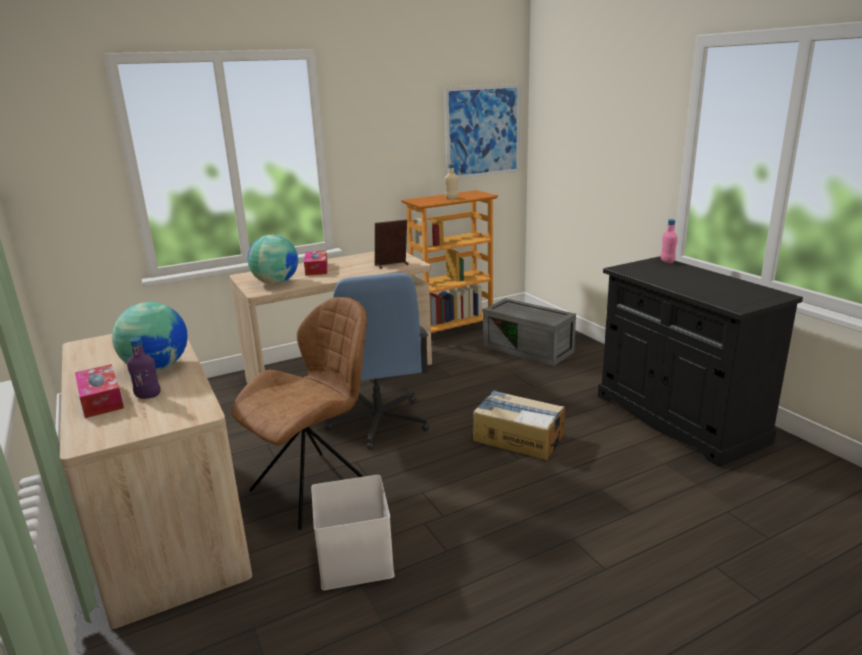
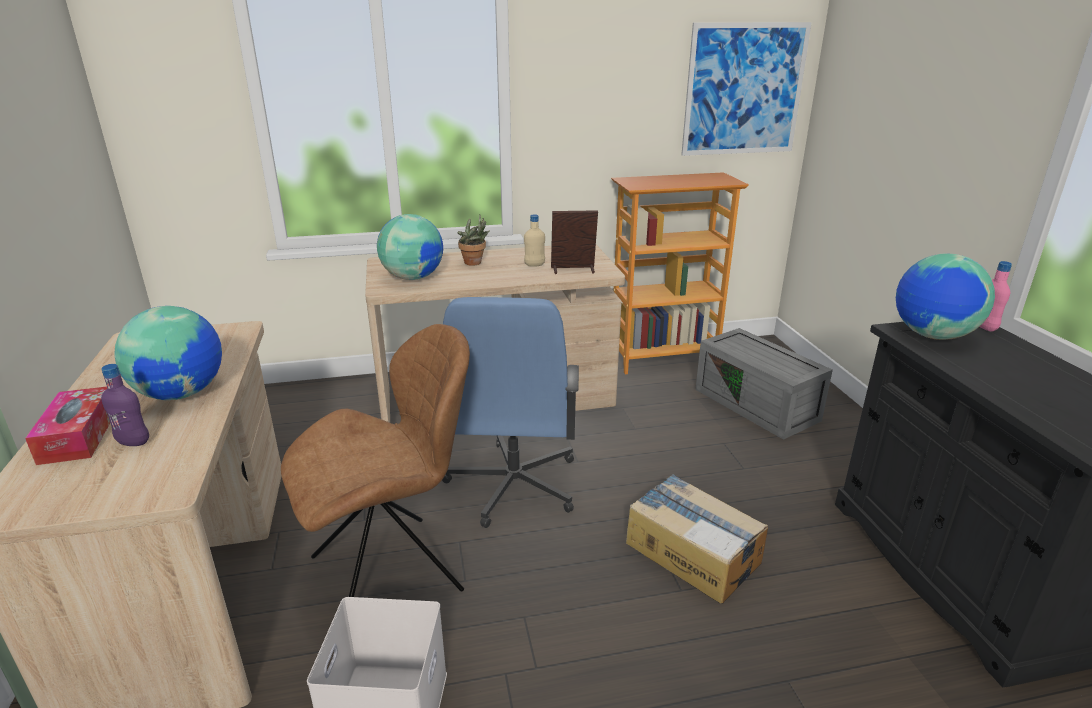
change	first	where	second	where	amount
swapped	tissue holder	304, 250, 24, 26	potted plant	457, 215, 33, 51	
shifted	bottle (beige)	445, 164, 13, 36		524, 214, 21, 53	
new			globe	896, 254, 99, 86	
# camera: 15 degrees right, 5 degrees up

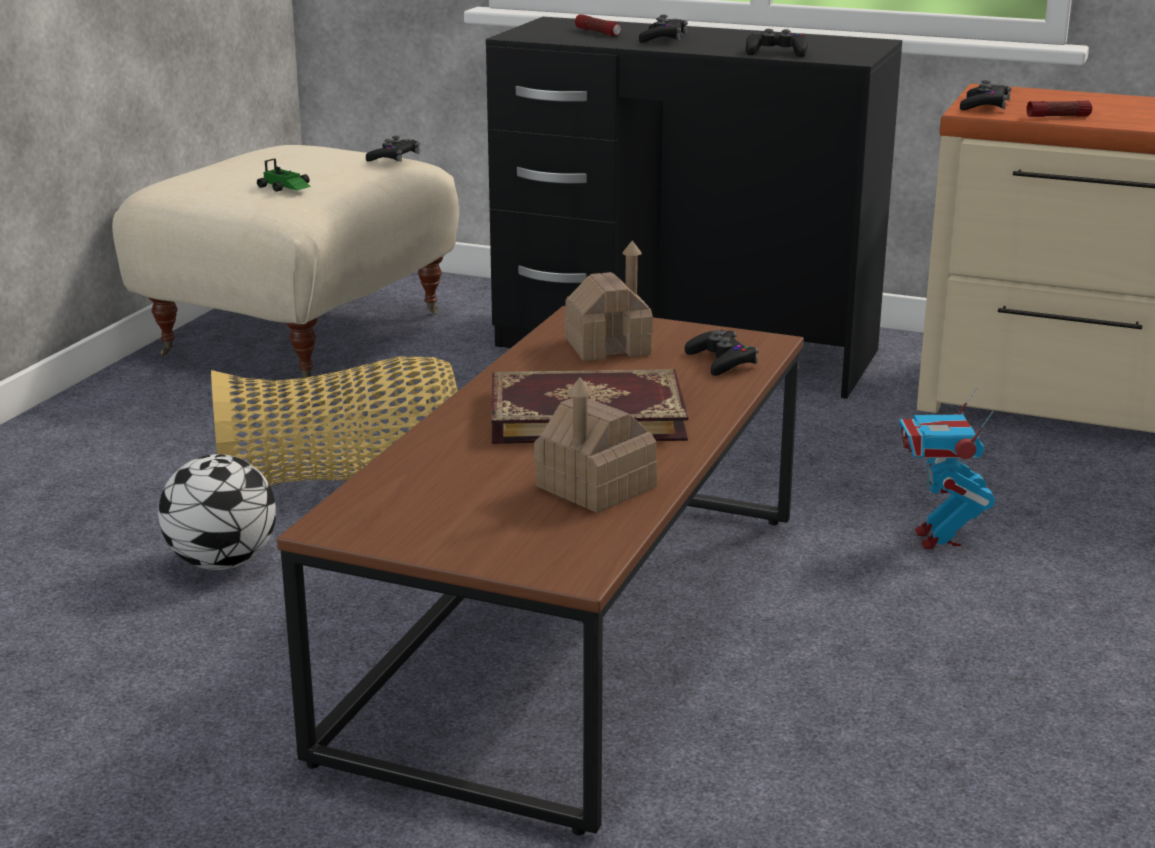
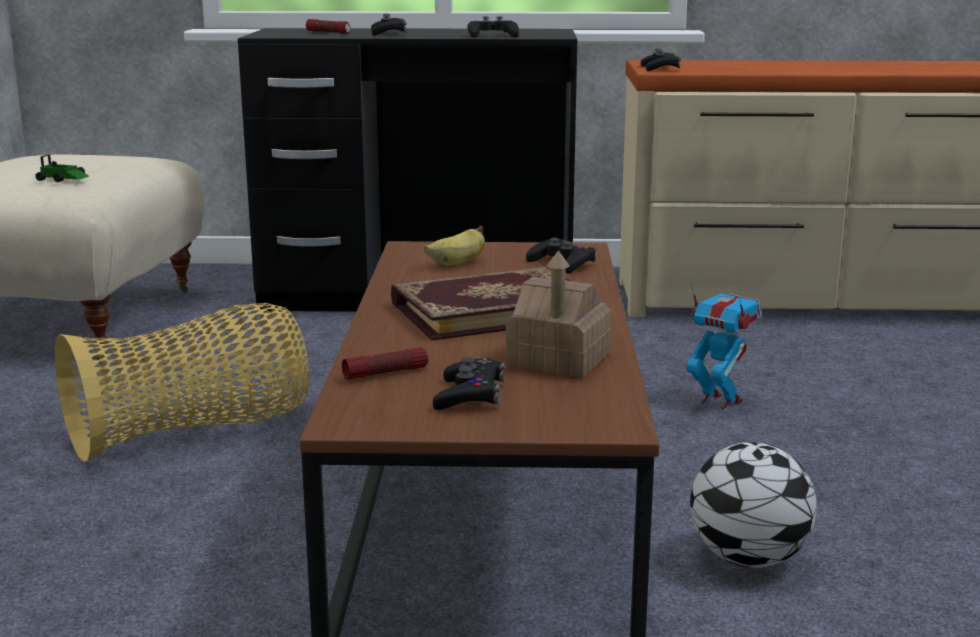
change	first	where	second	where	amount
shifted	torch	1026, 101, 66, 16		342, 347, 86, 33	
swapped	miniature house	565, 241, 88, 120	banana	424, 226, 61, 40	
shifted	joypad (blackish)	366, 136, 54, 26		433, 357, 72, 53	
rotated	robot figure	899, 387, 96, 162		686, 283, 76, 126	150 degrees clockwise
shifted	ball for football	158, 454, 118, 116		690, 442, 127, 126	
# camera: 20 degrees left, 5 degrees down

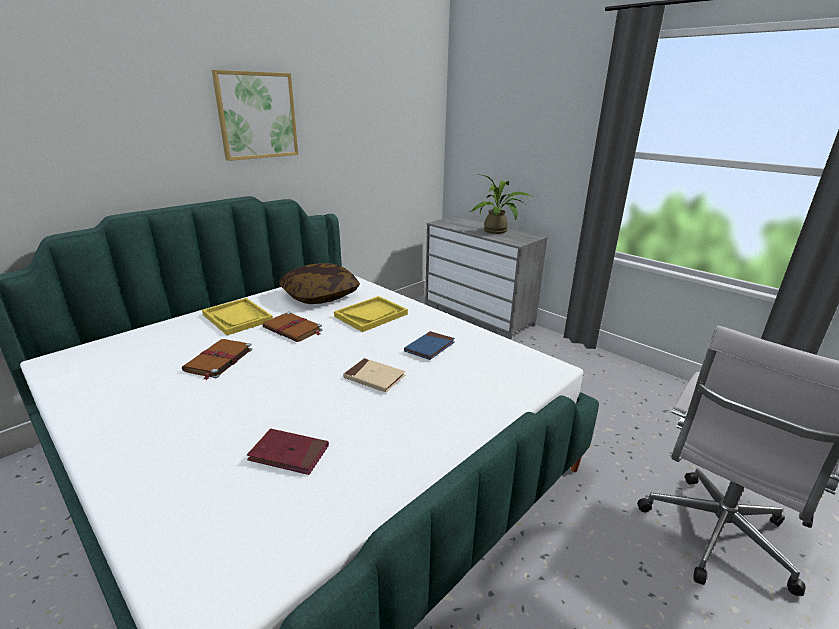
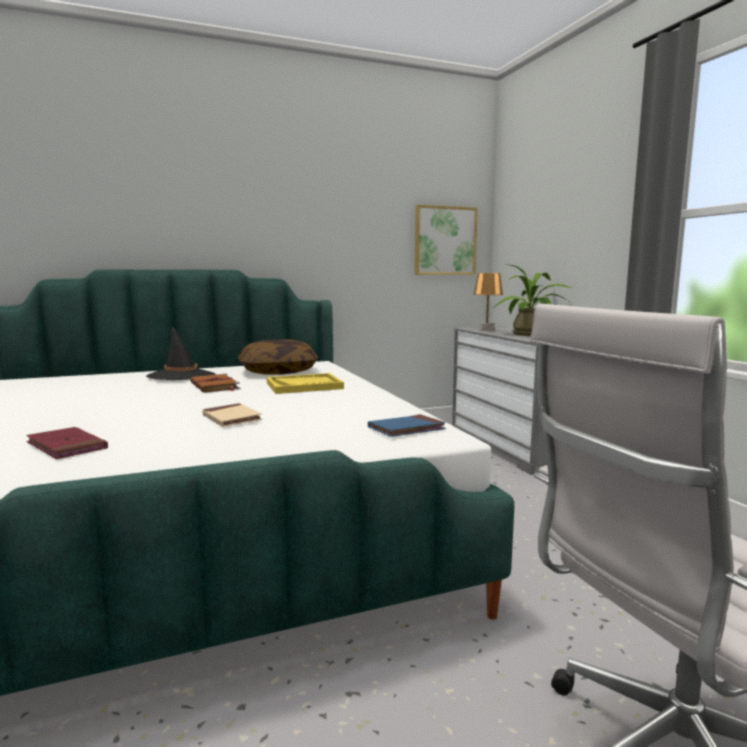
change	first	where	second	where	amount
swapped	carrying tray (yellowish)	202, 298, 71, 37	hat (blackish)	146, 327, 69, 53	
shifted	bound book (blue-coloured)	404, 331, 51, 29		368, 414, 78, 23	
shifted	wall art	212, 70, 86, 91		415, 205, 63, 70	
new			tabletop lamp (brownish)	473, 273, 30, 58	
gone	bound book (brownish)	182, 339, 70, 41			
# camera: 25 degrees right, 15 degrees down

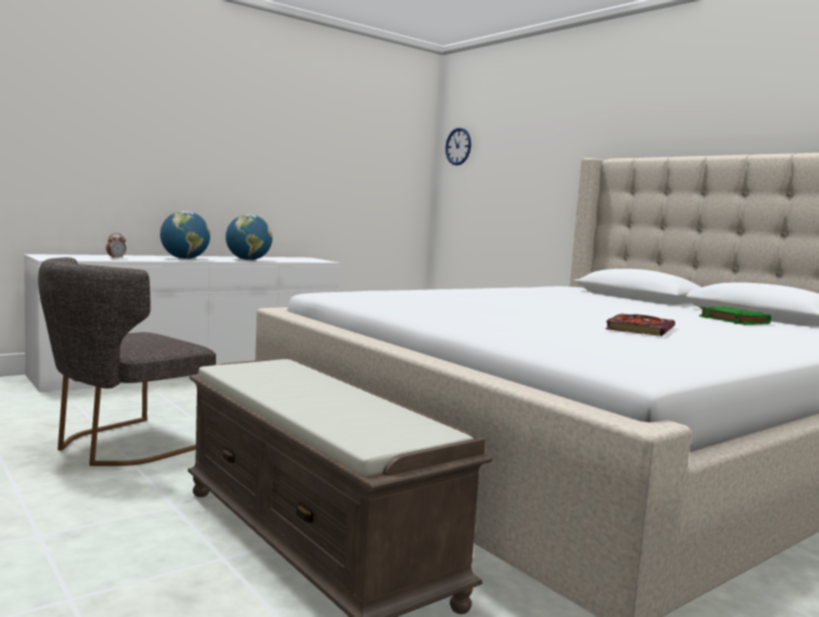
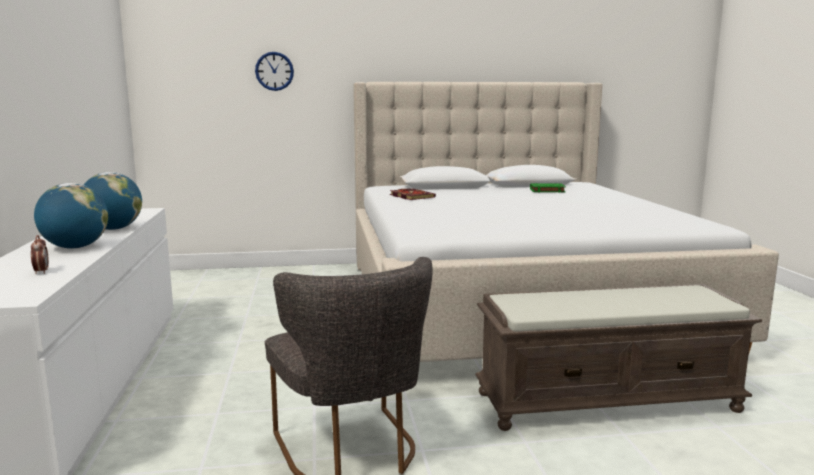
change	first	where	second	where	amount
shifted	wall clock	445, 128, 26, 37		255, 52, 39, 39	
shifted	bound book	605, 314, 70, 22		389, 189, 47, 11	
# camera: 60 degrees left, 5 degrees up

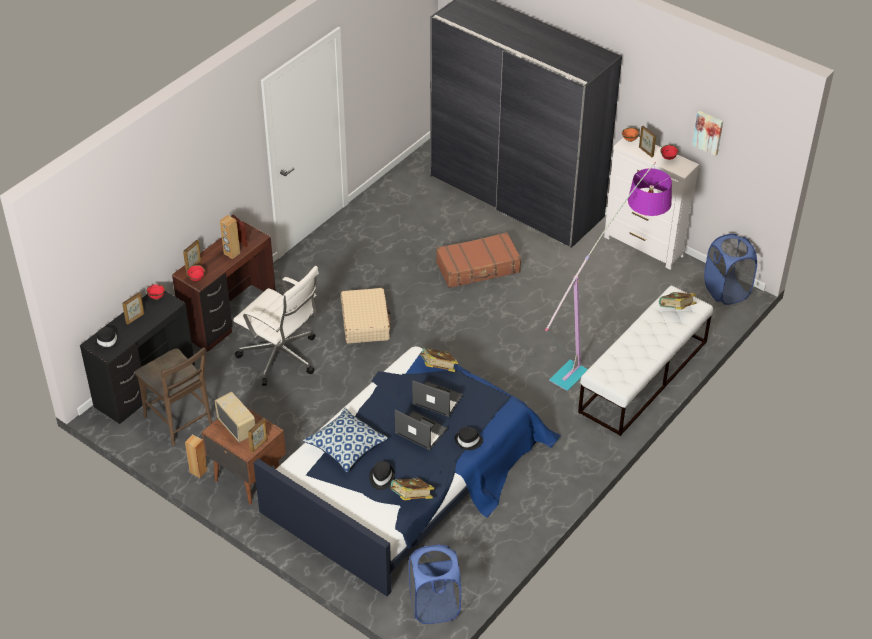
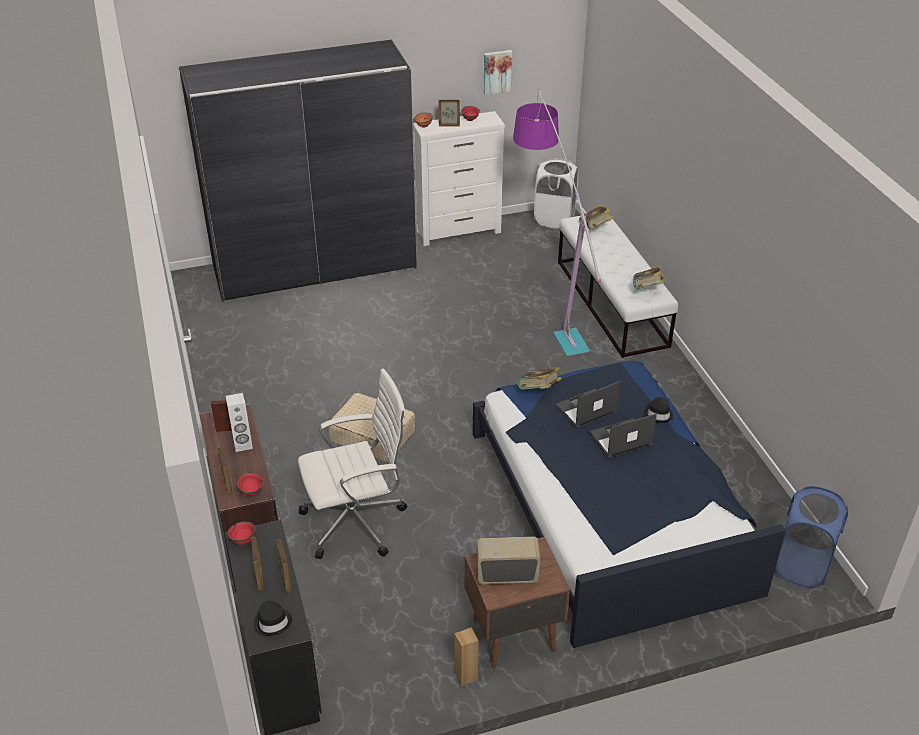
change	first	where	second	where	amount
repainted	audio speaker (brownish)	220, 215, 20, 44	audio speaker (white)	226, 393, 27, 59	
shifted	photo frame	248, 418, 20, 35		277, 540, 15, 53	
repainted	washing basket (blue-coloured)	704, 234, 53, 71	washing basket (white)	534, 158, 45, 71	
shifted	bound book	389, 478, 45, 22		633, 265, 31, 25	
gone	plain chair (brownish)	135, 348, 77, 98			
gone	pillow	303, 408, 85, 64			
gone	hat (blackish)	369, 461, 26, 29			
gone	piece of luggage (brownish)	436, 232, 85, 56			
# camera: 55 degrees left, 5 degrees down

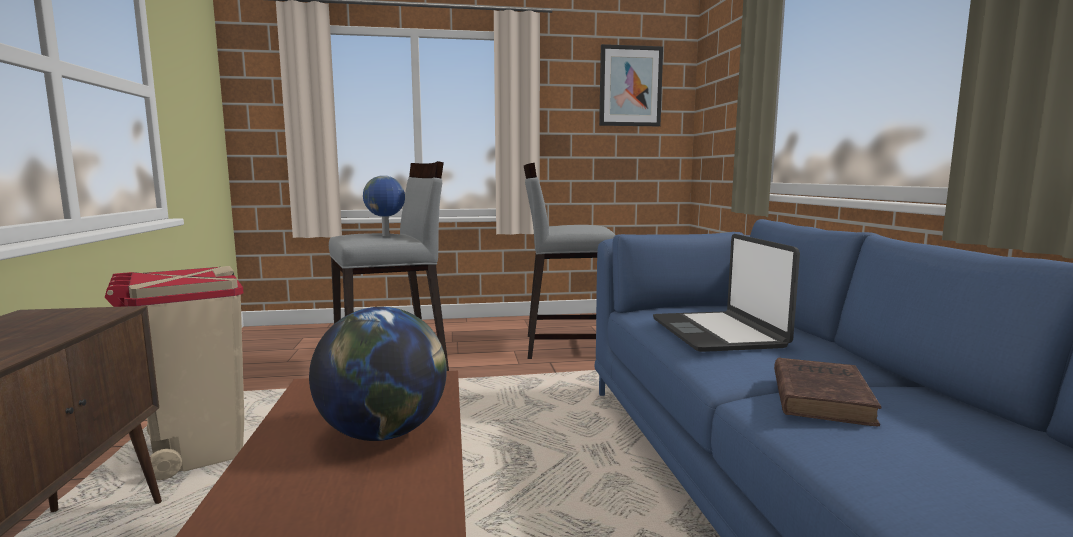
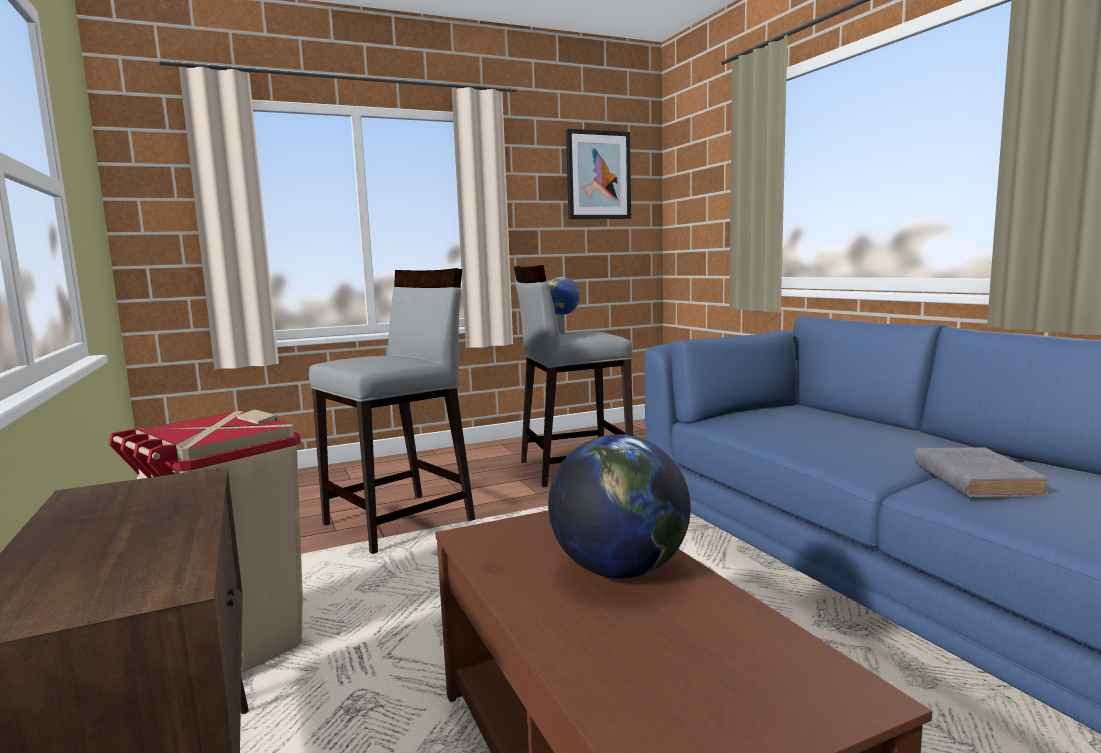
change	first	where	second	where	amount
shifted	globe	363, 175, 42, 61		548, 277, 32, 56	
repainted	bound book (brownish)	774, 358, 108, 68	bound book (grey)	914, 447, 137, 50	
gone	laptop	653, 234, 147, 118			
# camera: 15 degrees left, 0 degrees up

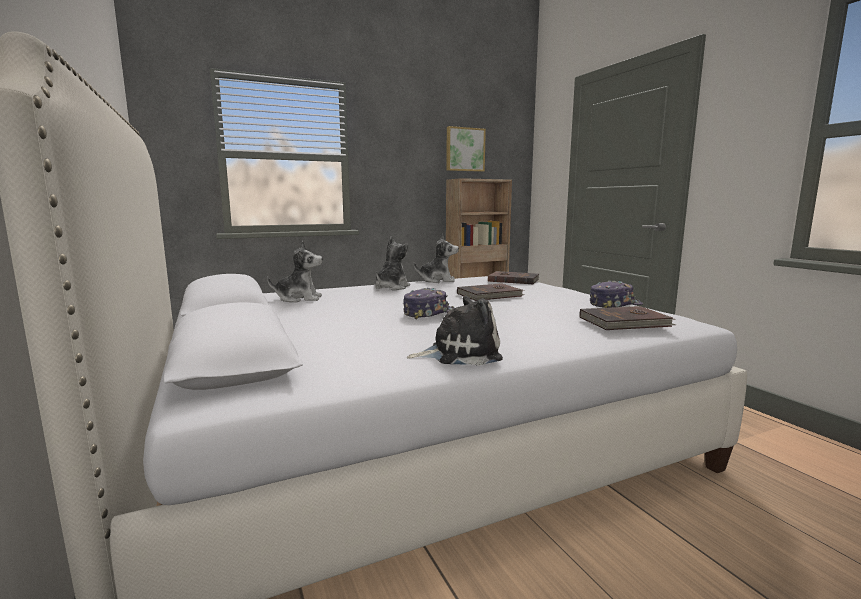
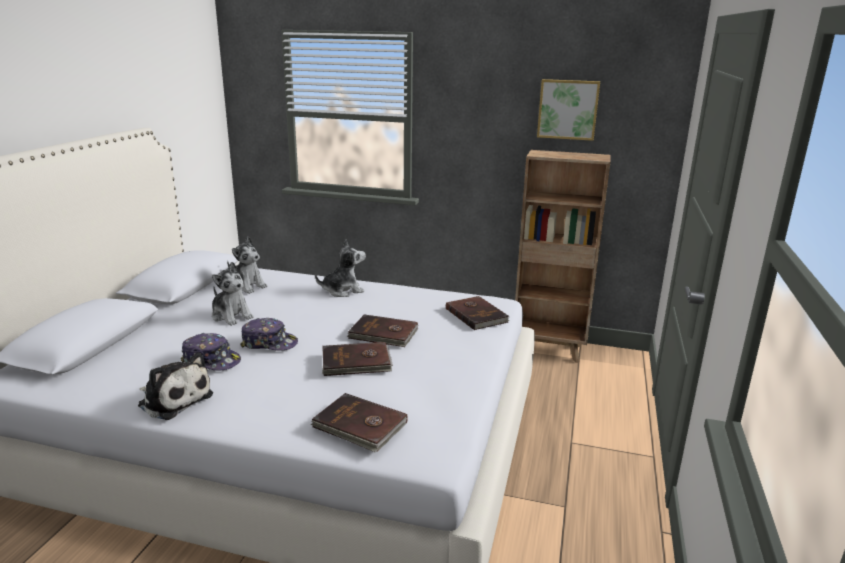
change	first	where	second	where	amount
shifted	cap	590, 281, 53, 27		180, 333, 61, 37	
shifted	cuddly toy	414, 234, 45, 49		212, 262, 42, 64	
new			bound book (brownish)	322, 342, 71, 34	
# camera: 40 degrees right, 10 degrees up

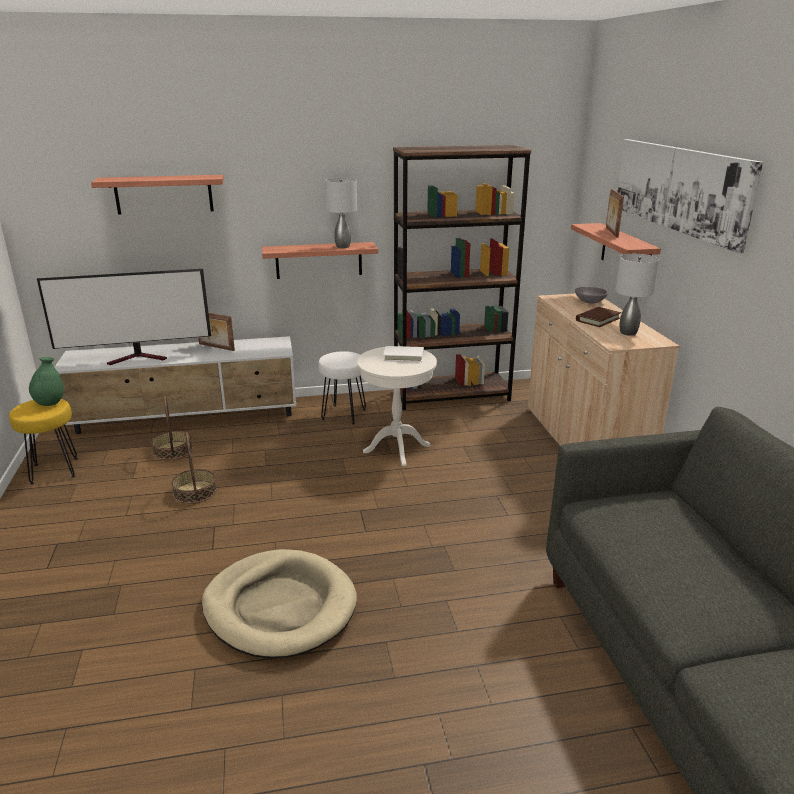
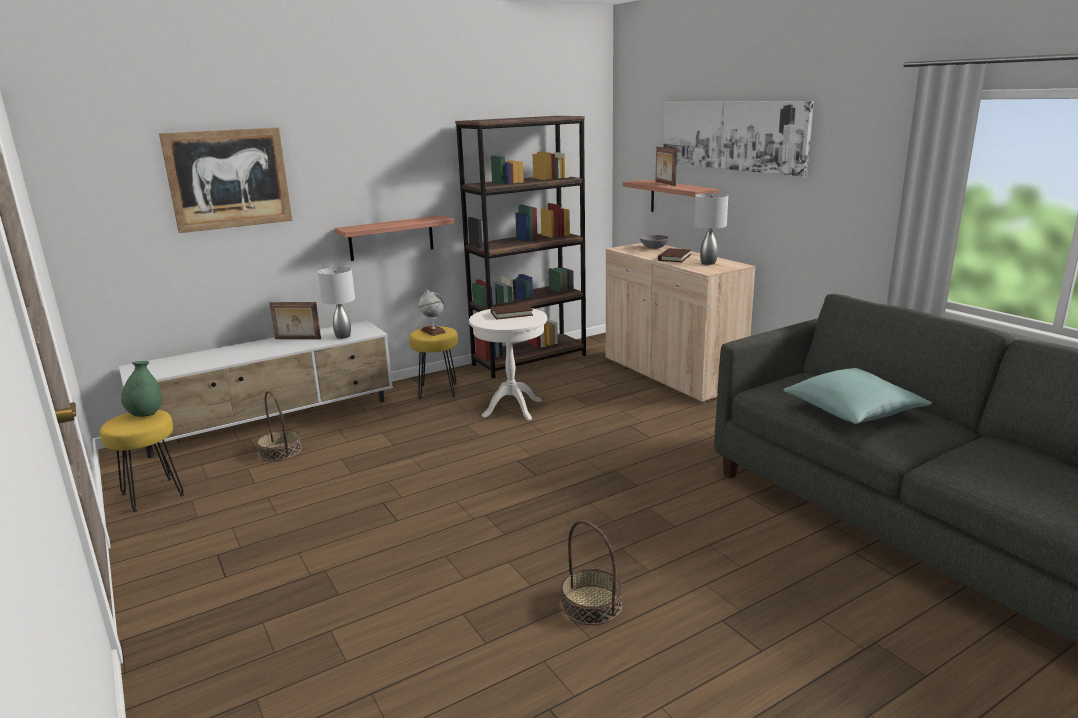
change	first	where	second	where	amount
swapped	shelf	91, 175, 133, 39	wall art	159, 127, 134, 106	
shifted	tabletop lamp (grey)	325, 178, 32, 70		318, 267, 37, 72	
repainted	stool (white)	318, 351, 48, 73	stool (yellowish)	409, 326, 49, 73	
new			globe	419, 290, 27, 46	
repainted	bound book (white)	383, 346, 41, 16	bound book (brownish)	491, 303, 42, 17	
shifted	storage basket	172, 432, 45, 72		561, 520, 61, 105	
new			pillow (blue-green)	784, 368, 148, 56	
gone	television	37, 269, 174, 96			
gone	pet bed (beige)	202, 549, 155, 109			
# camera: 20 degrees left, 5 degrees down

